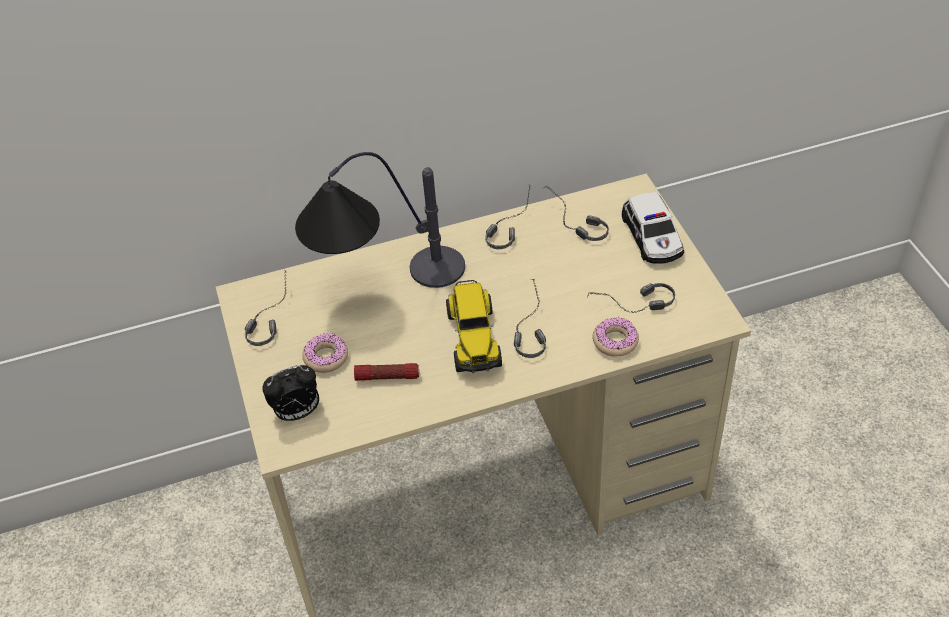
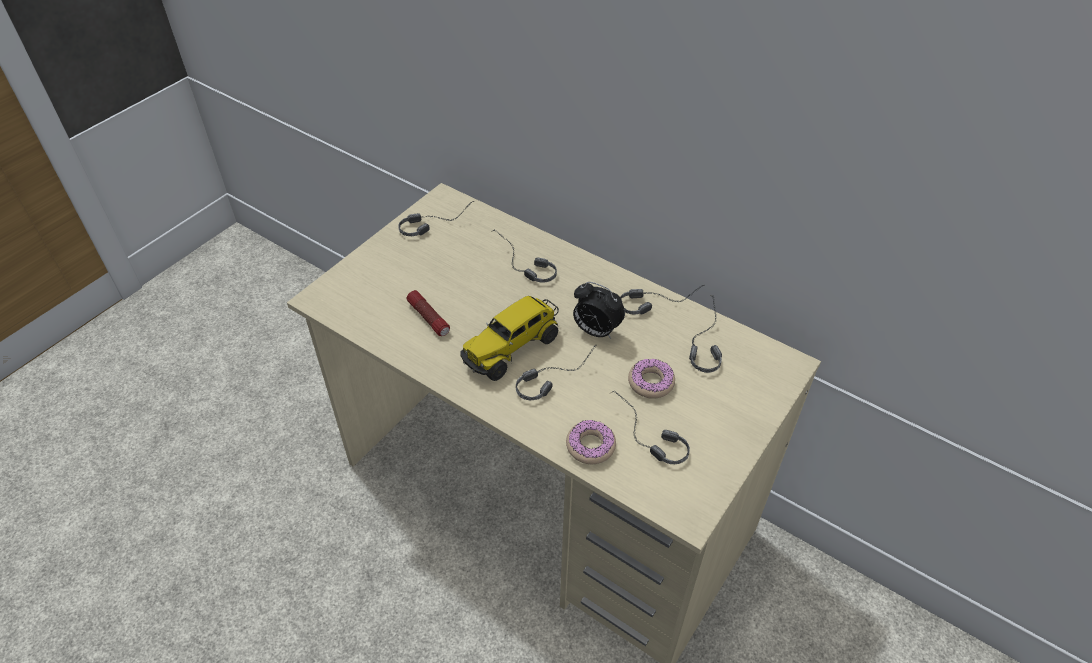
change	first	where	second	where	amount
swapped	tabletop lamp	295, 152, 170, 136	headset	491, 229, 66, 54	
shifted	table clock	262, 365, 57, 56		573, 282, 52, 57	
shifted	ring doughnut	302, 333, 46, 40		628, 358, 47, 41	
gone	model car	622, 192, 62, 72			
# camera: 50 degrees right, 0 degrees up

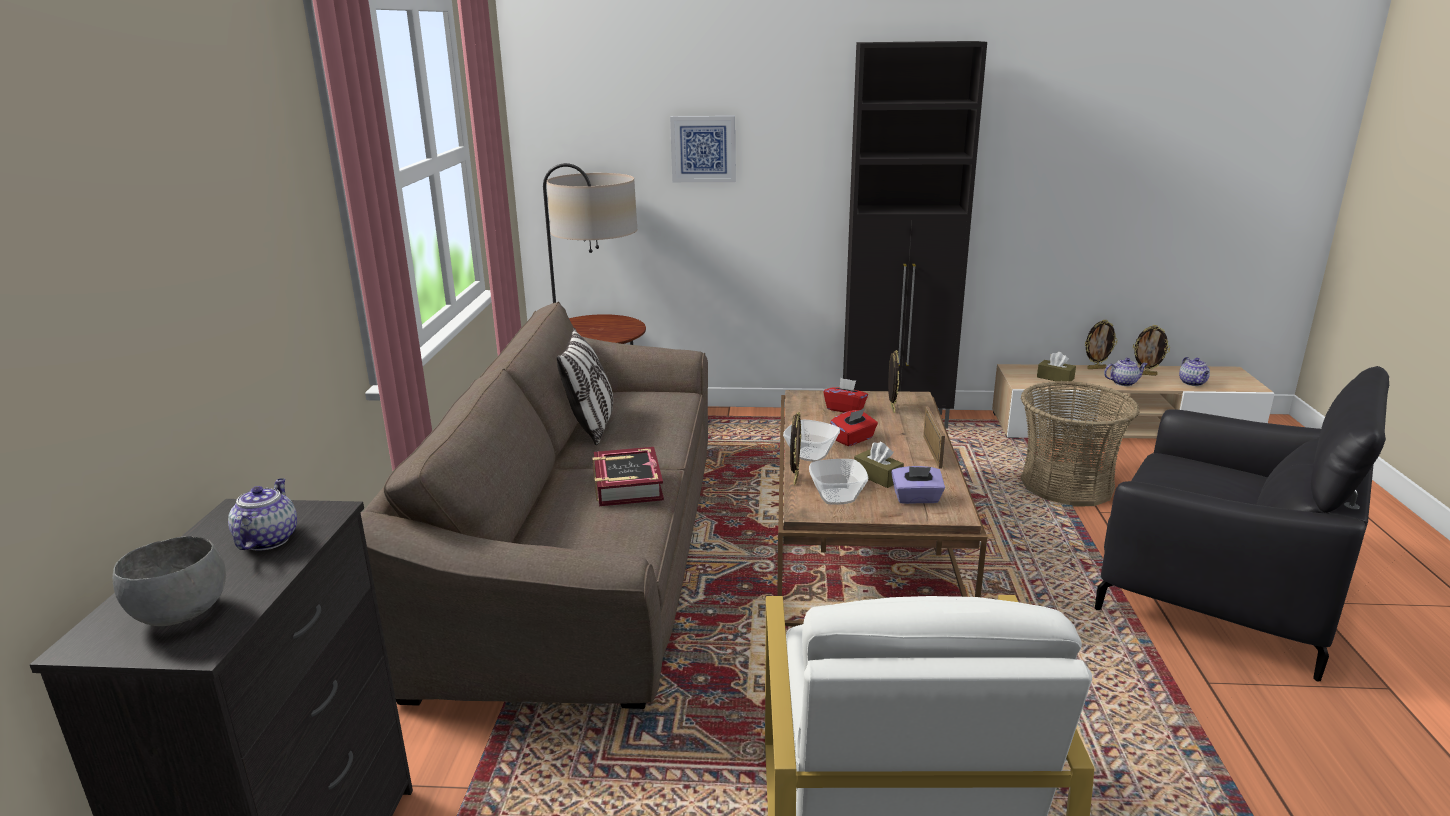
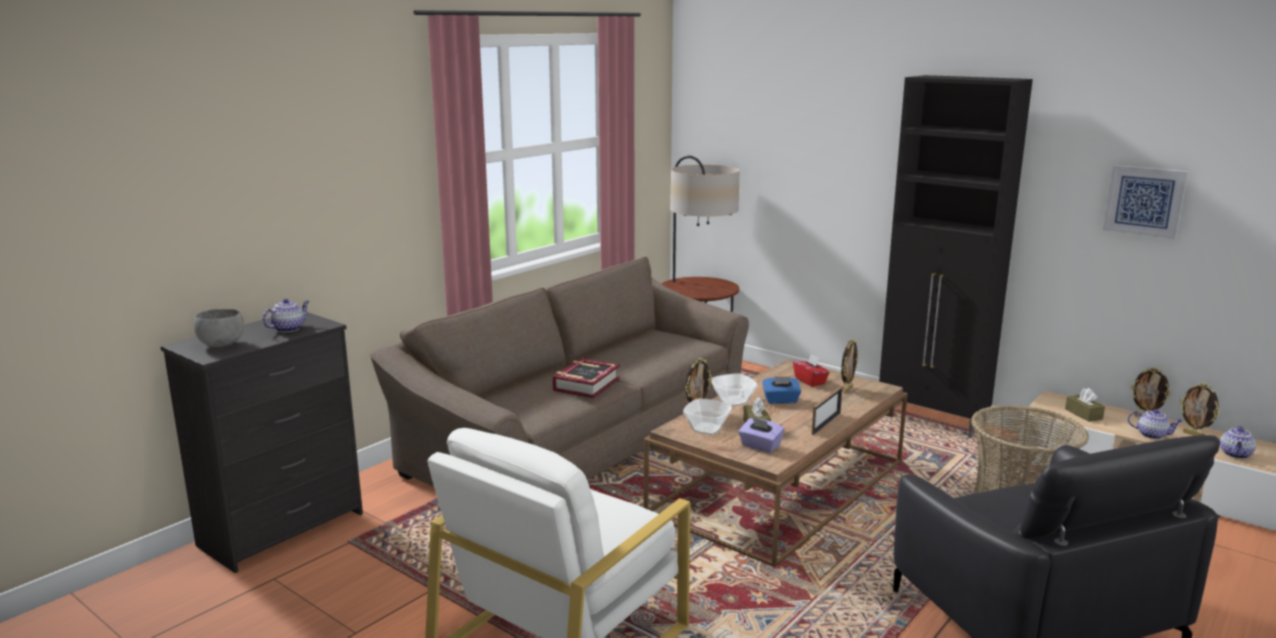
change	first	where	second	where	amount
repainted	tissue holder (reddish)	830, 409, 48, 37	tissue holder (blue-coloured)	762, 376, 39, 28	
shifted	wall art	670, 116, 66, 66		1103, 165, 85, 74	
gone	pillow	557, 328, 56, 117			
# camera: 35 degrees right, 5 degrees down

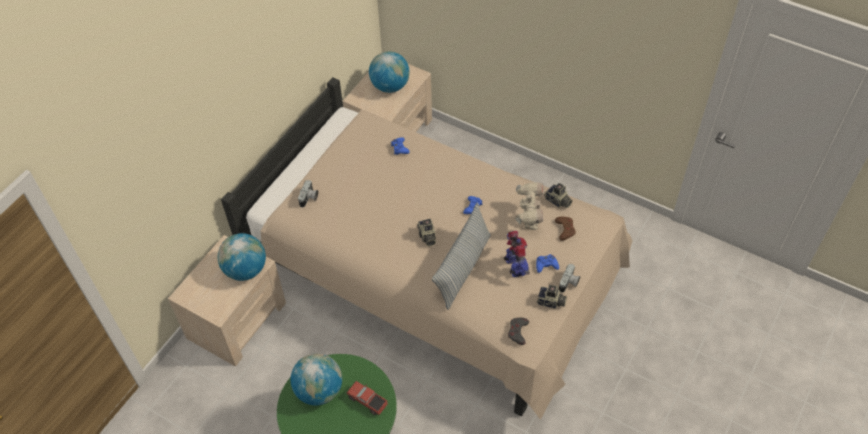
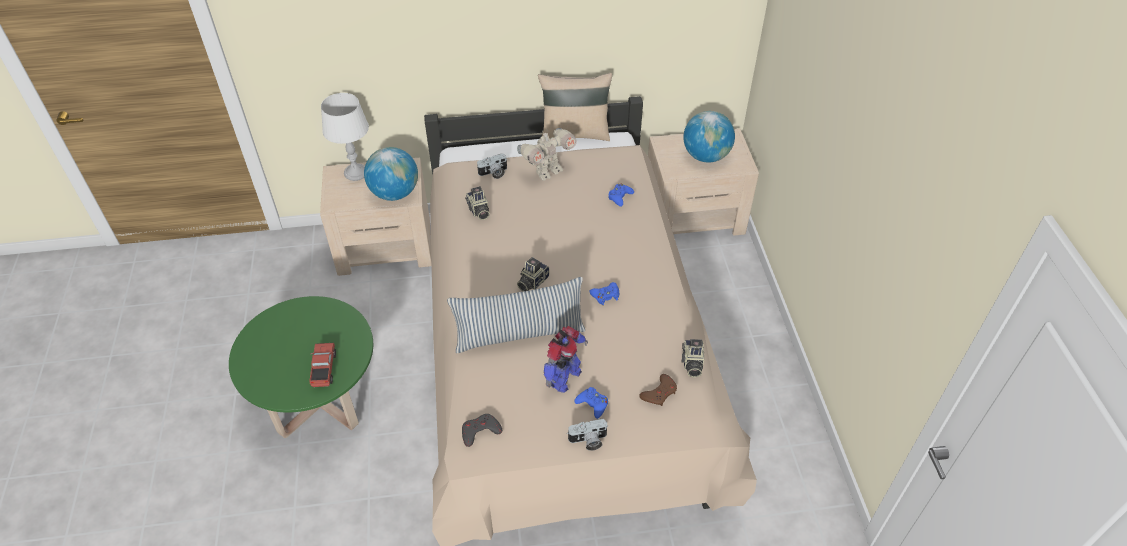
change	first	where	second	where	amount
new			tabletop lamp (white)	321, 93, 48, 88	
shifted	photo camera	537, 285, 30, 24		465, 186, 25, 34	
shifted	robot figure	515, 182, 29, 48		517, 128, 60, 53	
new			pillow (beige)	538, 73, 74, 68	
gone	globe	291, 353, 51, 52			
# camera: 50 degrees right, 5 degrees down

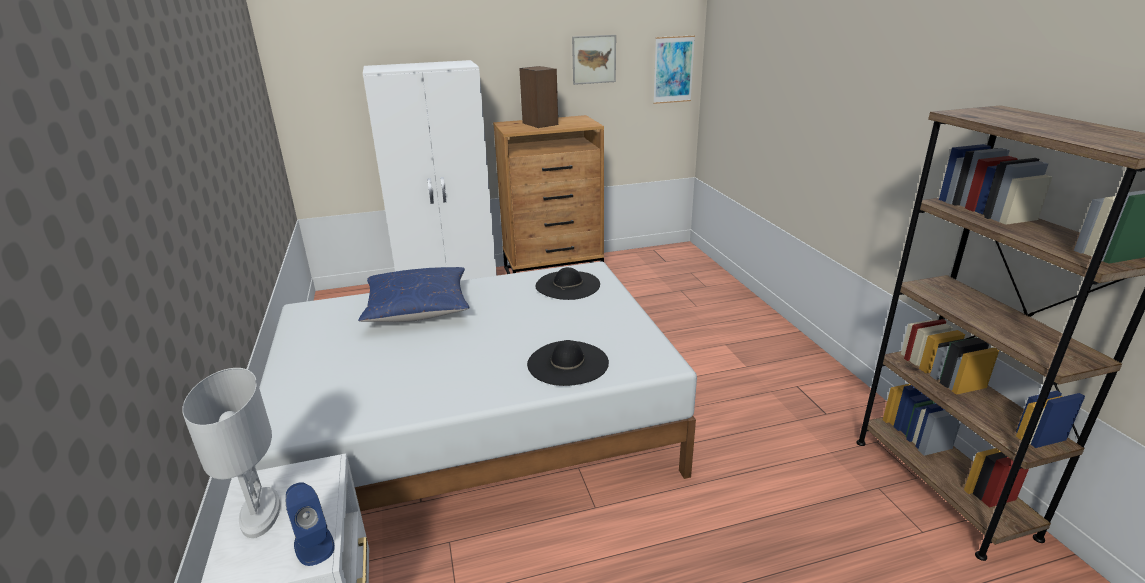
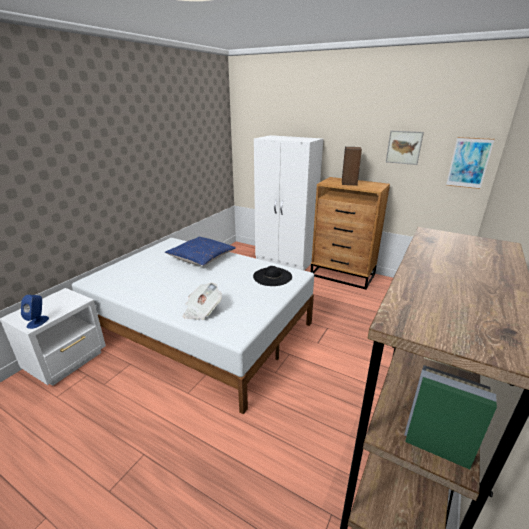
change	first	where	second	where	amount
swapped	hat (blackish)	527, 340, 82, 46	printed paper	183, 283, 39, 37	
gone	tabletop lamp (white)	182, 368, 98, 170			
# camera: 45 degrees right, 0 degrees up

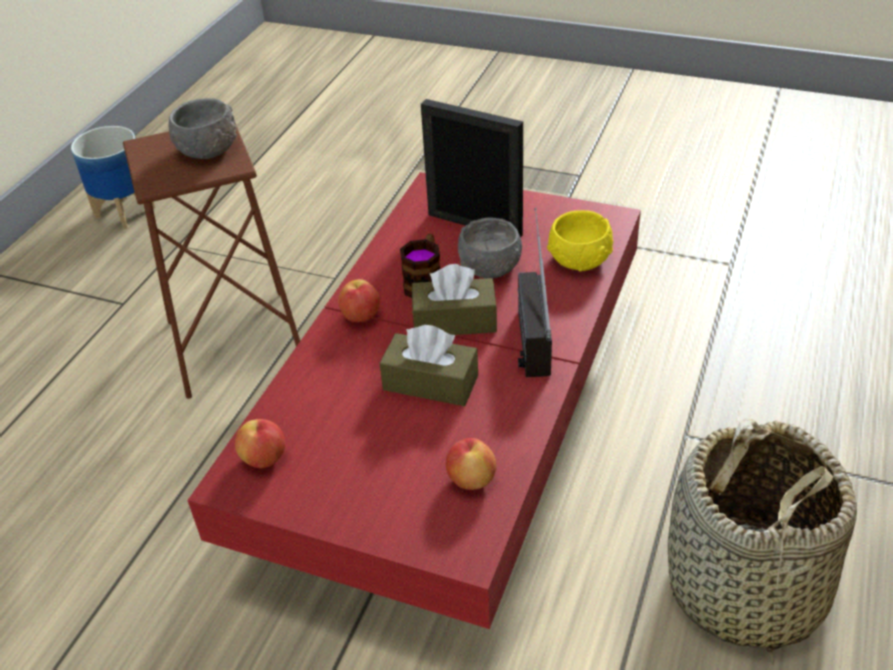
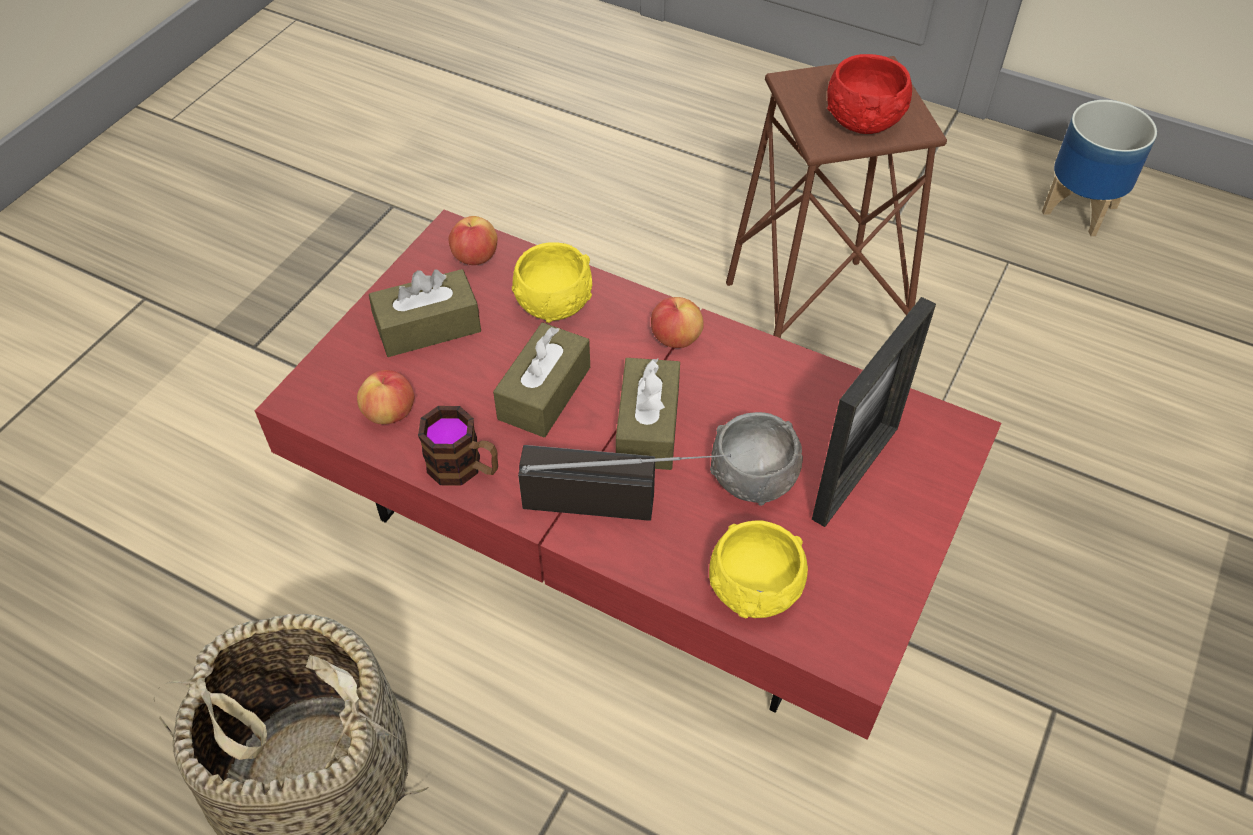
change	first	where	second	where	amount
new			tissue holder (brownish)	369, 269, 112, 88	
shifted	coffee mug	400, 234, 40, 64		418, 406, 80, 80	
new			serving bowl (yellowish)	512, 242, 80, 81	
repainted	serving bowl (grey)	169, 98, 68, 61	serving bowl (reddish)	827, 54, 85, 80	
# camera: 95 degrees right, 10 degrees up

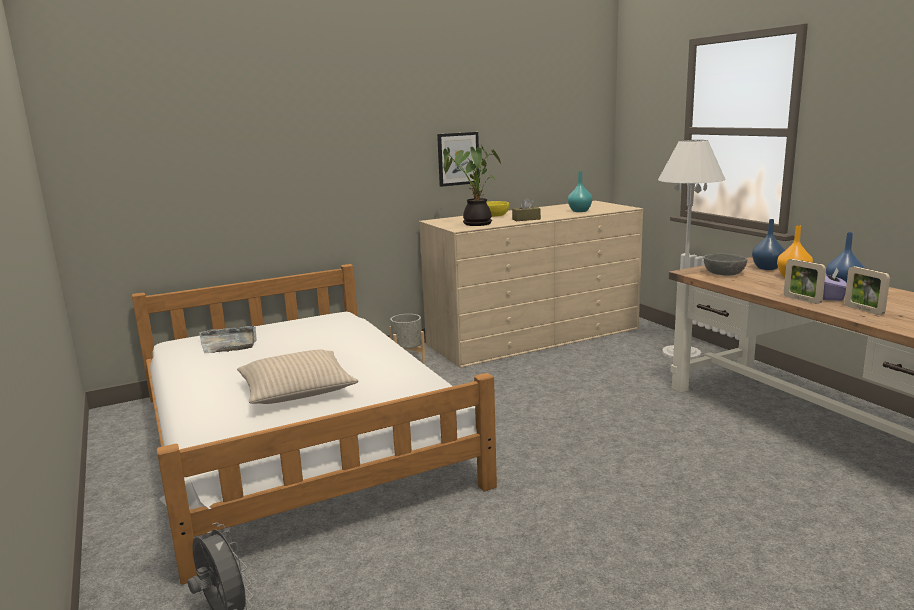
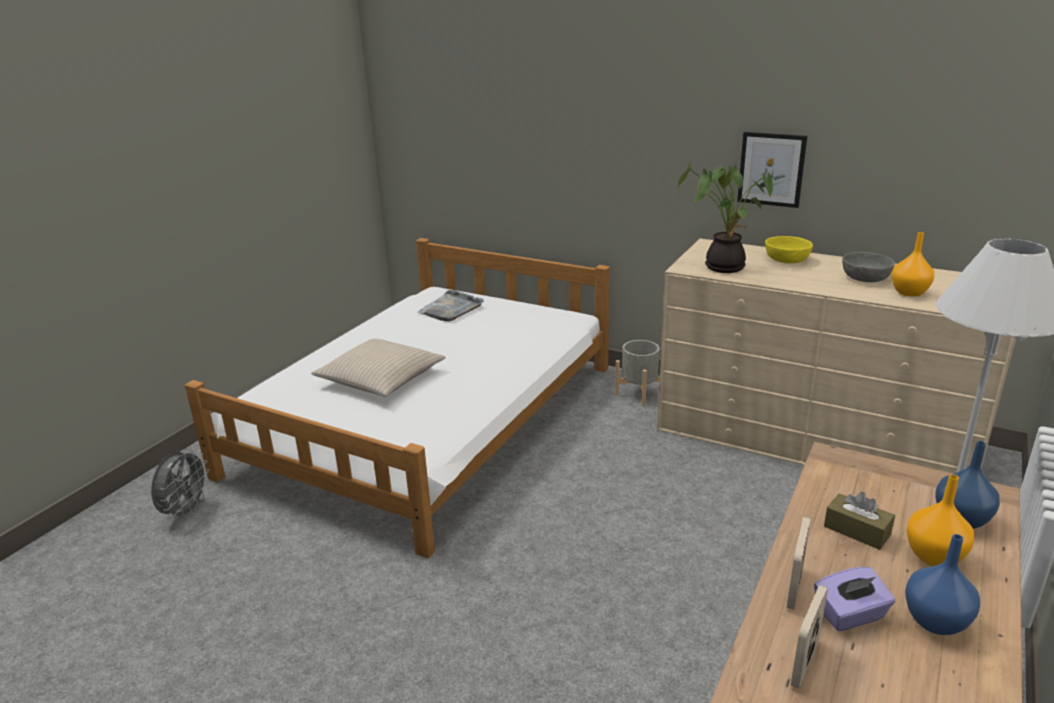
change	first	where	second	where	amount
shifted	tissue holder (brownish)	512, 198, 29, 23		824, 492, 71, 58	
shifted	serving bowl (grey)	704, 254, 43, 22		842, 252, 53, 30	
repainted	vase (blue-green)	568, 171, 24, 41	vase (orangey)	891, 232, 43, 65	
# camera: 55 degrees right, 10 degrees up

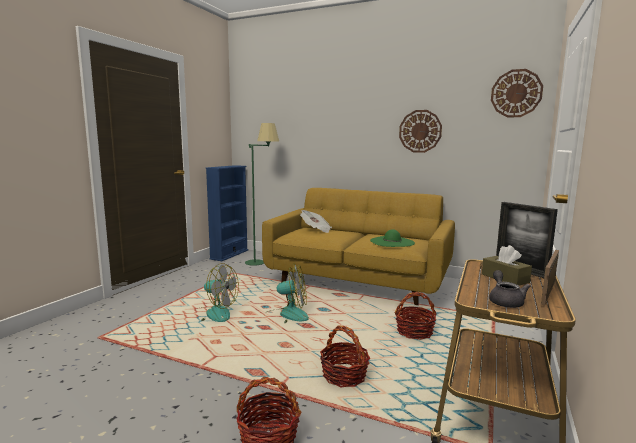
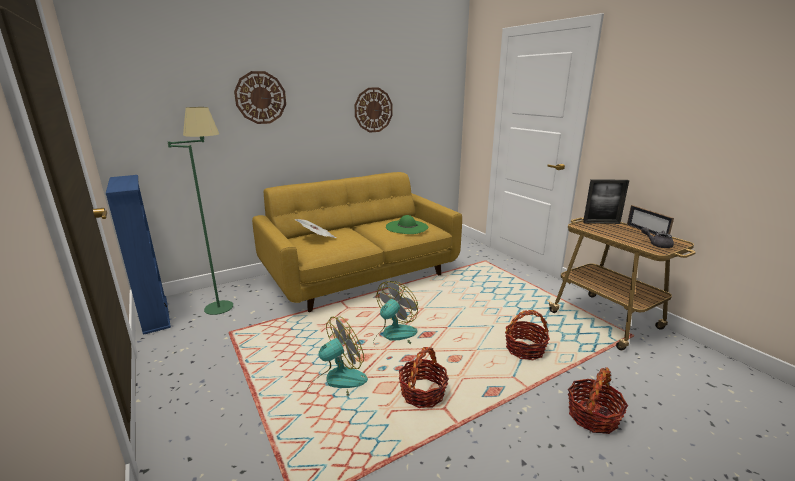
change	first	where	second	where	amount
shifted	wall clock	491, 69, 52, 48		234, 71, 52, 53	
shifted	storage basket	395, 292, 41, 48		399, 347, 50, 61	
gone	tissue holder (brownish)	482, 245, 50, 40			
# camera: 55 degrees left, 10 degrees up

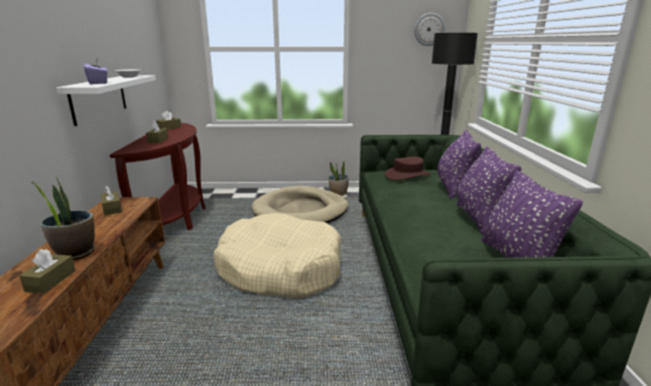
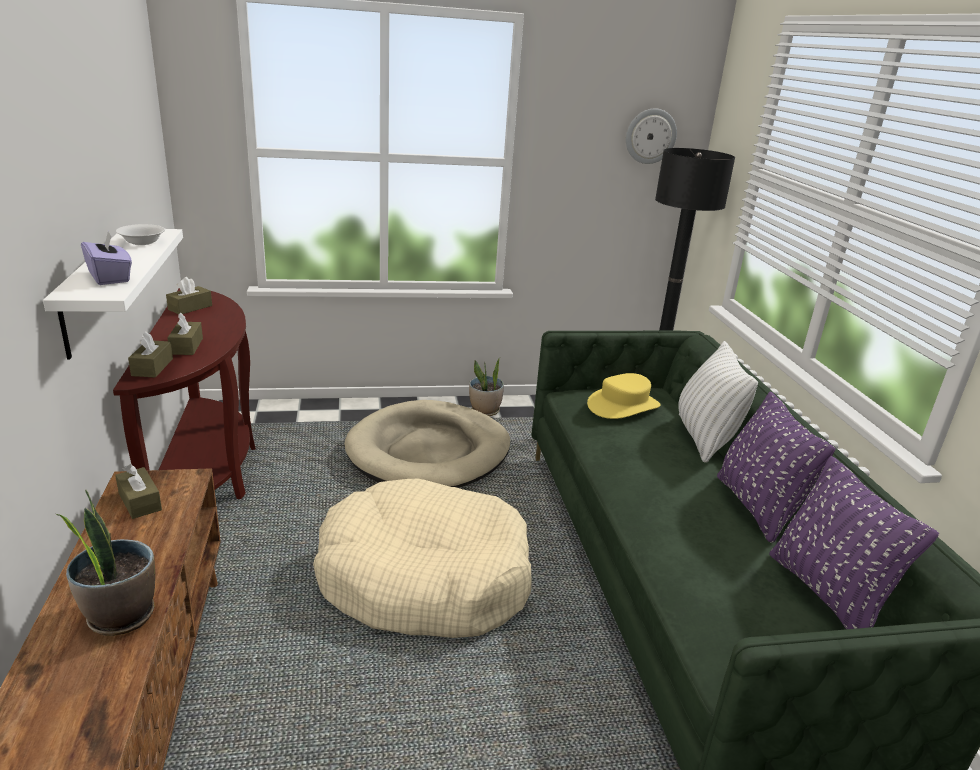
change	first	where	second	where	amount
shifted	tissue holder (brownish)	19, 249, 56, 45		128, 331, 45, 47	
repainted	hat (brownish)	385, 156, 46, 24	hat (yellowish)	587, 373, 74, 46	
repainted	pillow (purple-coloured)	438, 130, 43, 69	pillow (white)	678, 341, 80, 122	
# camera: 10 degrees left, 5 degrees up

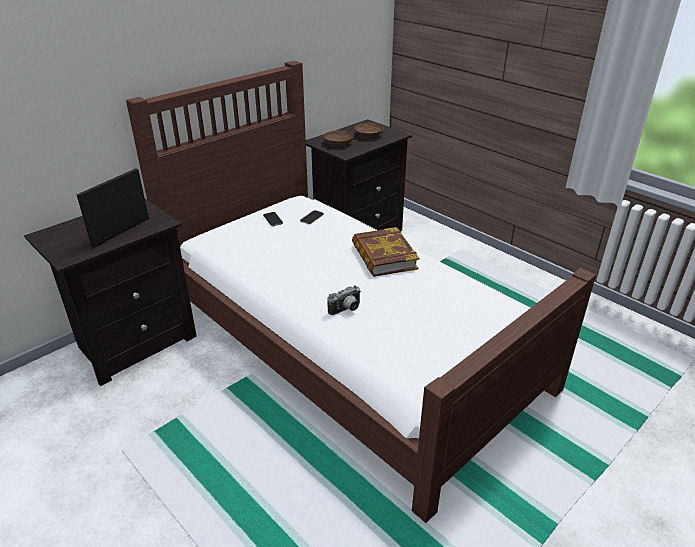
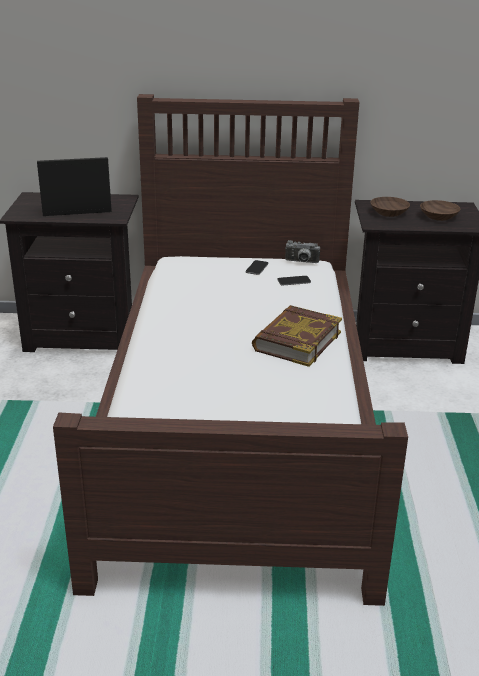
change	first	where	second	where	amount
shifted	photo camera	327, 285, 34, 30		285, 240, 35, 23	
# camera: 45 degrees right, 5 degrees down

